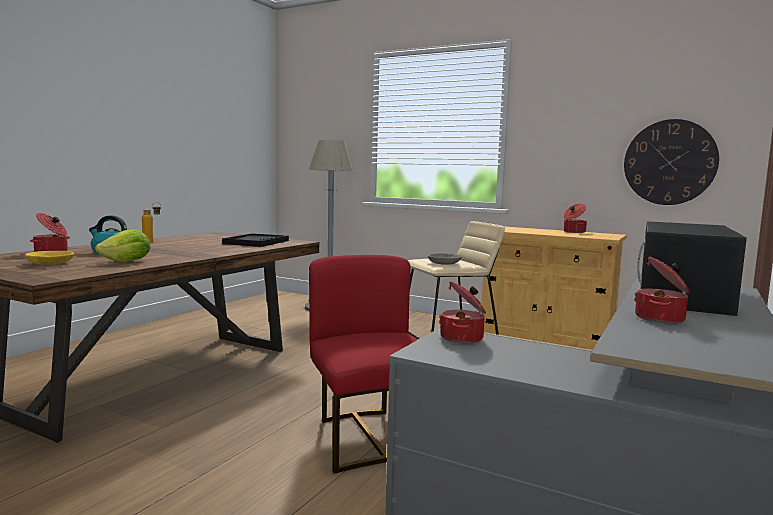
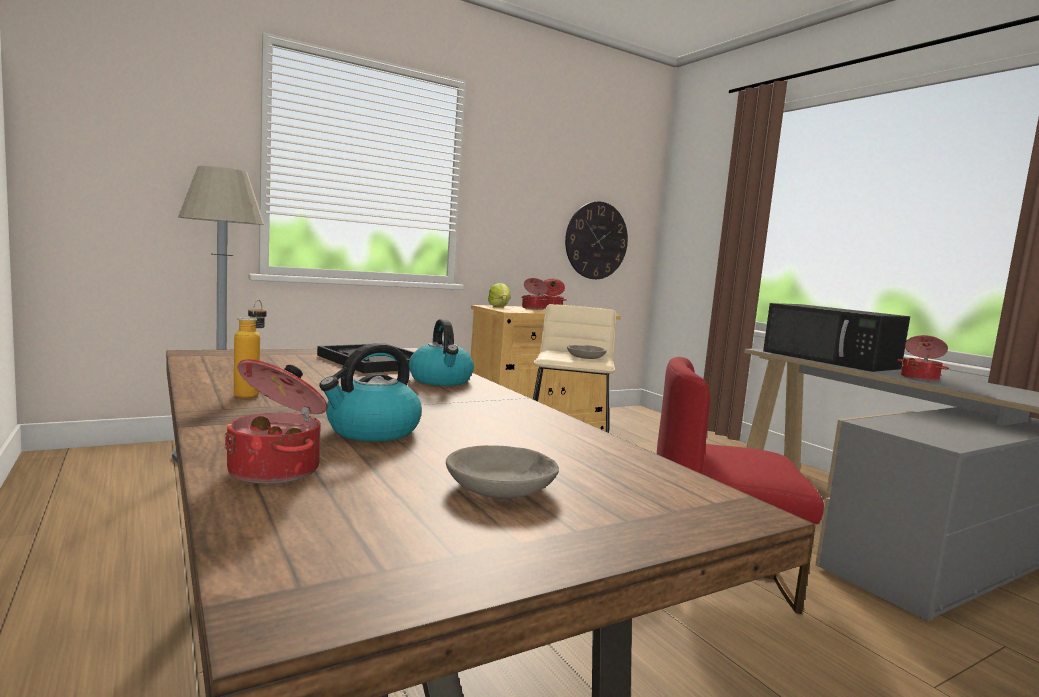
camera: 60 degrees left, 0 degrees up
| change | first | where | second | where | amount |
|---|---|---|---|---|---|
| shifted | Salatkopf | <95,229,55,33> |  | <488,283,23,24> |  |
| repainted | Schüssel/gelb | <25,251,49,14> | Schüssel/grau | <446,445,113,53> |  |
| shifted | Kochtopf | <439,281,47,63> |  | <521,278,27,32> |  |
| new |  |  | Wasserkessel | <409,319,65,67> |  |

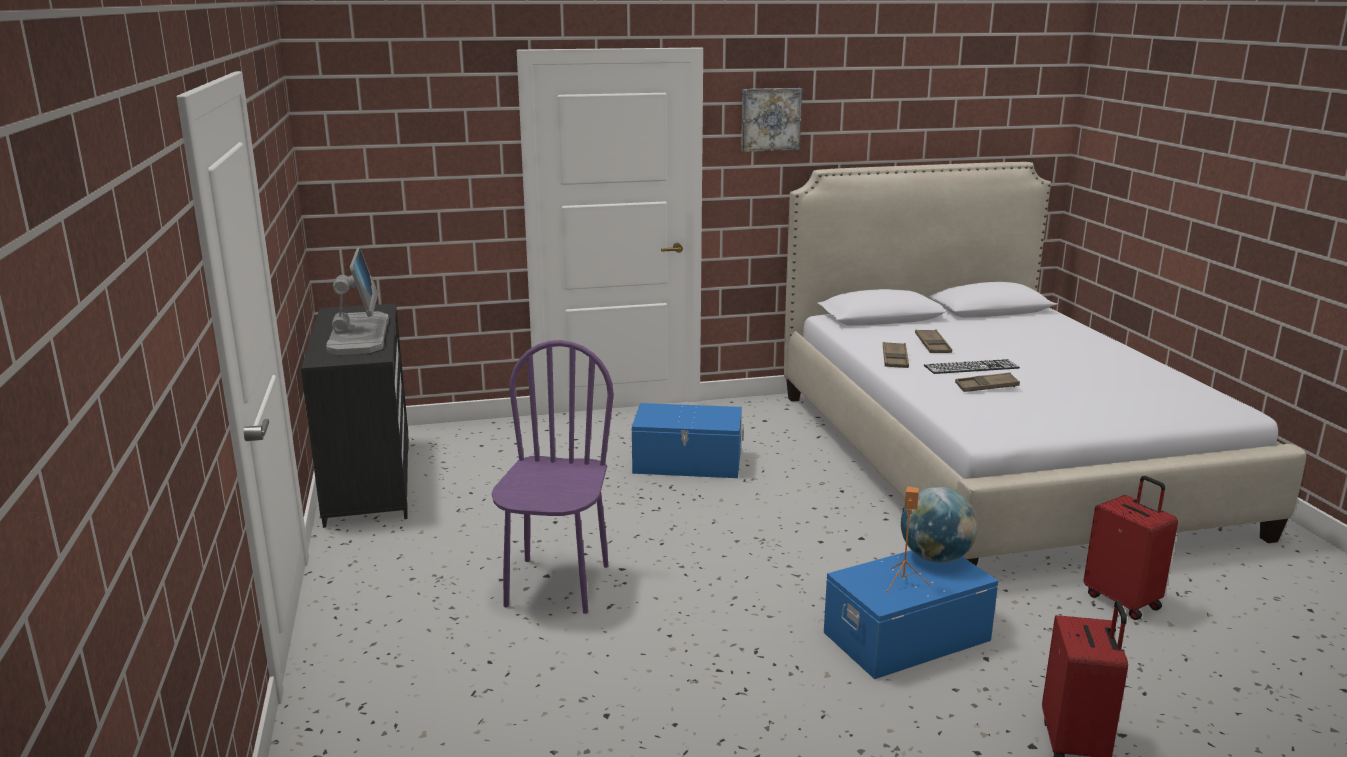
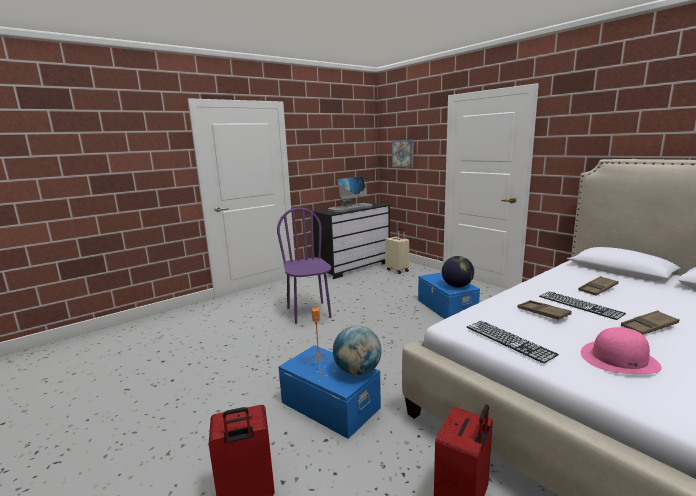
camera: 65 degrees right, 5 degrees down
| change | first | where | second | where | amount |
|---|---|---|---|---|---|
| shifted | Bild | <741,88,61,64> |  | <392,140,21,28> |  |
| rotated | Stuhl/lila | <491,340,123,274> |  | <277,207,55,117> | 90 degrees counterclockwise |
| shifted | Tablett/braun | <883,342,26,26> |  | <621,310,59,25> |  |
| new |  |  | Koffer/beige | <385,228,24,46> |  |
| new |  |  | Globus | <442,256,32,32> |  |
| new |  |  | Tastatur | <466,321,93,42> |  |
| new |  |  | Hut/rosa | <581,327,81,47> |  |

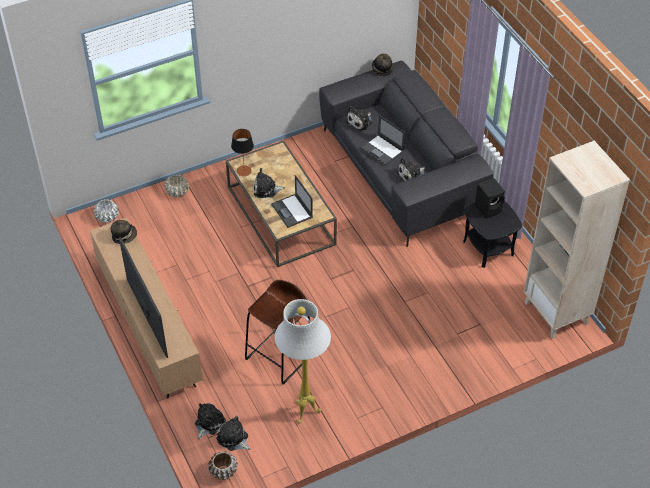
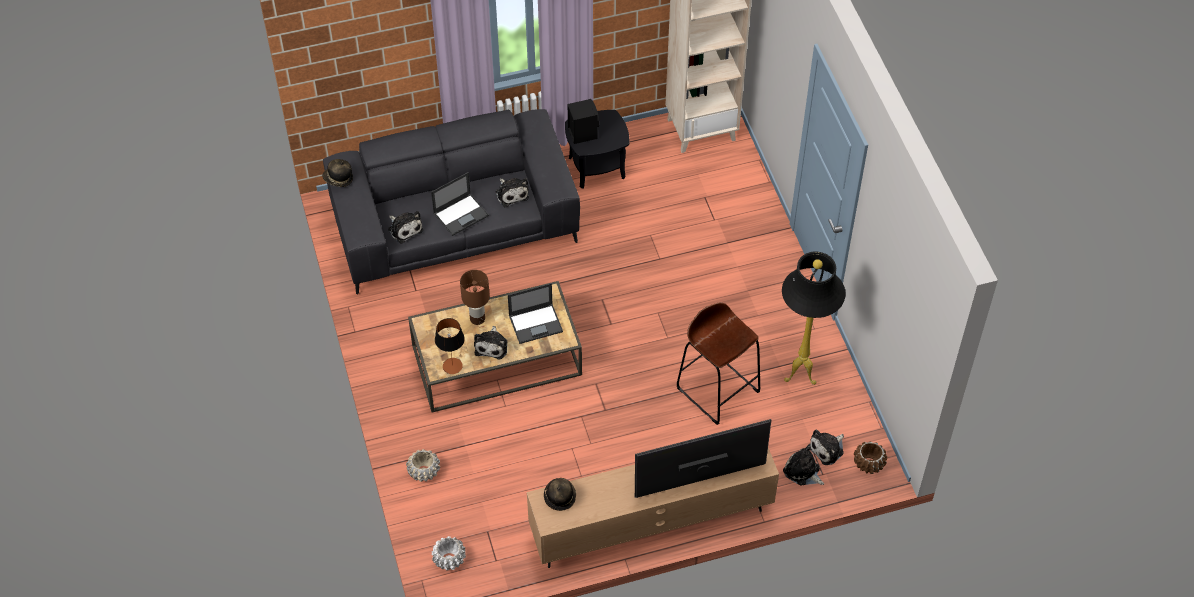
camera: 80 degrees left, 5 degrees up
| change | first | where | second | where | amount |
|---|---|---|---|---|---|
| repainted | Stehlampe/weiß | <275,299,56,125> | Stehlampe/schwarz | <782,252,64,133> |  |
| new |  |  | Tischlampe/braun | <460,270,30,55> |  |

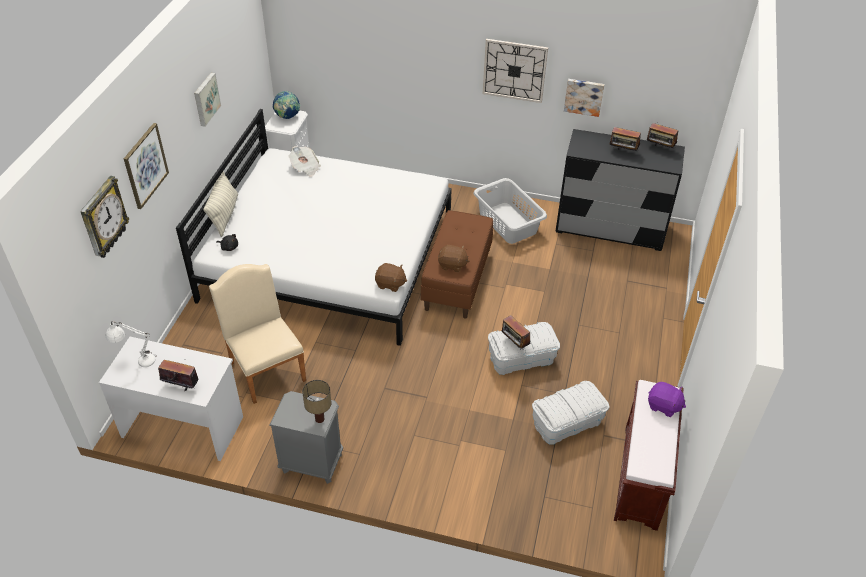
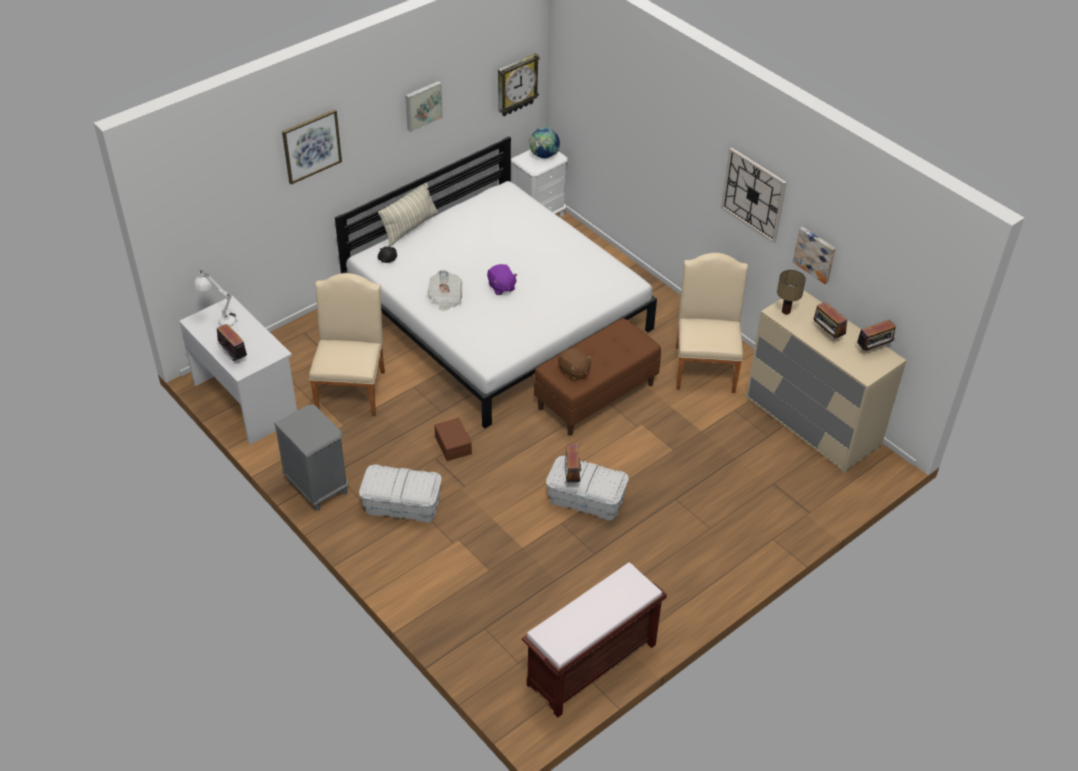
camera: 35 degrees right, 0 degrees up
| change | first | where | second | where | amount |
|---|---|---|---|---|---|
| rotated | Radio | <647,123,31,25> |  | <857,319,39,32> | 90 degrees counterclockwise |
| repainted | Kommode/schwarz | <556,129,129,122> | Kommode/beige | <746,291,161,182> |  |
| shifted | Zeitung | <289,146,32,31> |  | <428,270,35,41> |  |
| shifted | Wanduhr | <80,176,49,82> |  | <498,53,42,63> |  |
| swapped | Wäschekorb/grau | <474,178,73,66> | Stuhl/beige | <676,253,72,140> |  |
| gone | Plüschtier/braun | <375,263,32,29> |  |  |  |
| shifted | Tischlampe | <302,380,30,43> |  | <777,270,29,45> |  |
| shifted | Aufbewahrungsbox/weiß | <532,381,78,64> |  | <359,465,83,58> |  |
| shifted | Plüschtier/lila | <648,382,38,35> |  | <487,264,31,31> |  |
| new |  |  | Aufbewahrungsbox/braun | <434,418,38,43> |  |

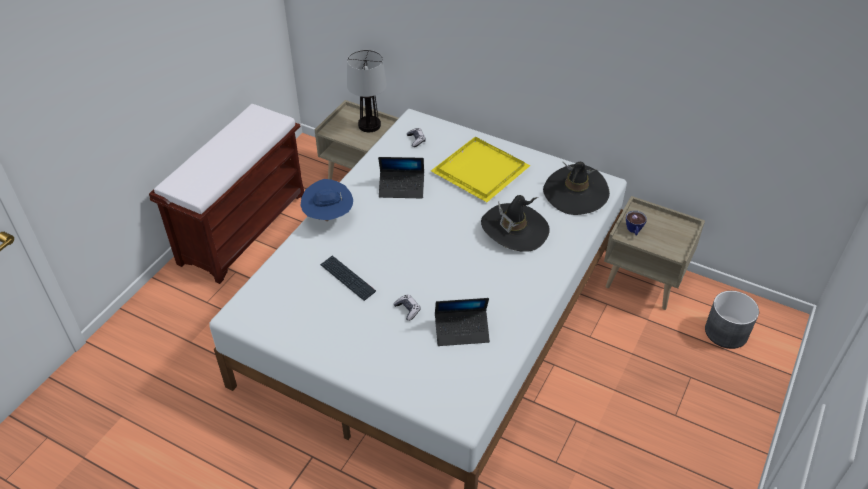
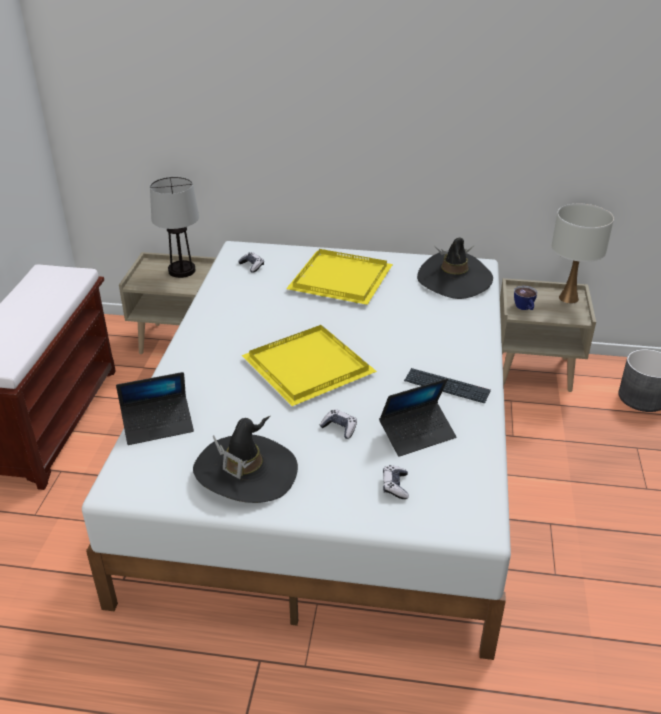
camera: 20 degrees left, 10 degrees down
| change | first | where | second | where | amount |
|---|---|---|---|---|---|
| shifted | Laptop | <378,157,46,41> |  | <116,372,78,73> |  |
| gone | Hut/blau | <300,179,53,42> |  |  |  |
| shifted | Hut/schwarz | <481,195,69,57> |  | <193,416,105,87> |  |
| shifted | Tastatur | <320,255,56,46> |  | <404,368,87,36> |  |
| new |  |  | Tischlampe/weiß | <552,204,62,99> |  |
| new |  |  | Tablett/gelb | <242,325,135,81> |  |
| new |  |  | Gamepad | <383,465,26,34> |  |

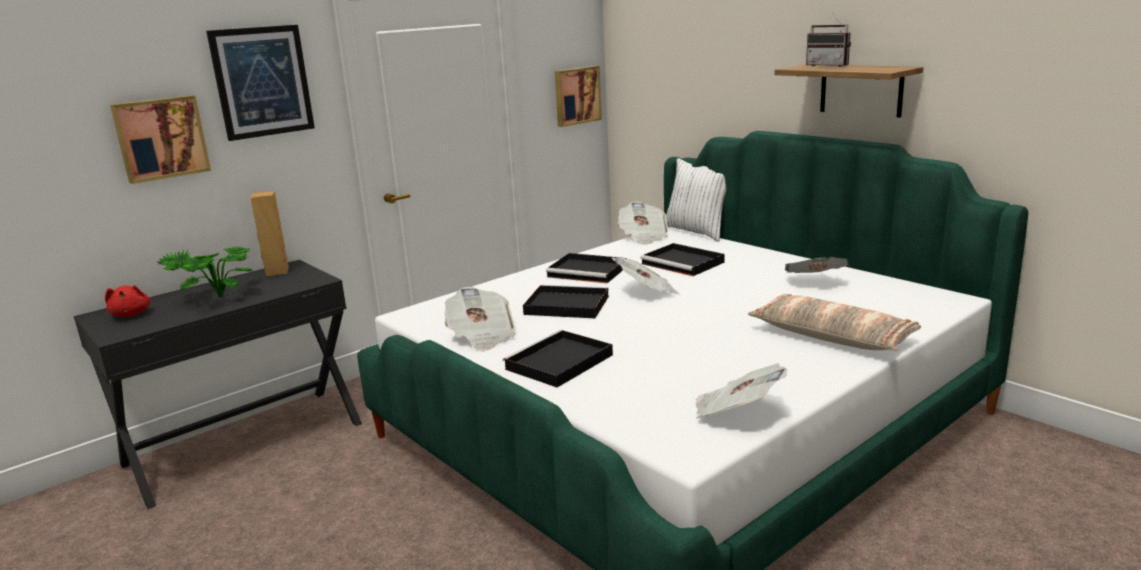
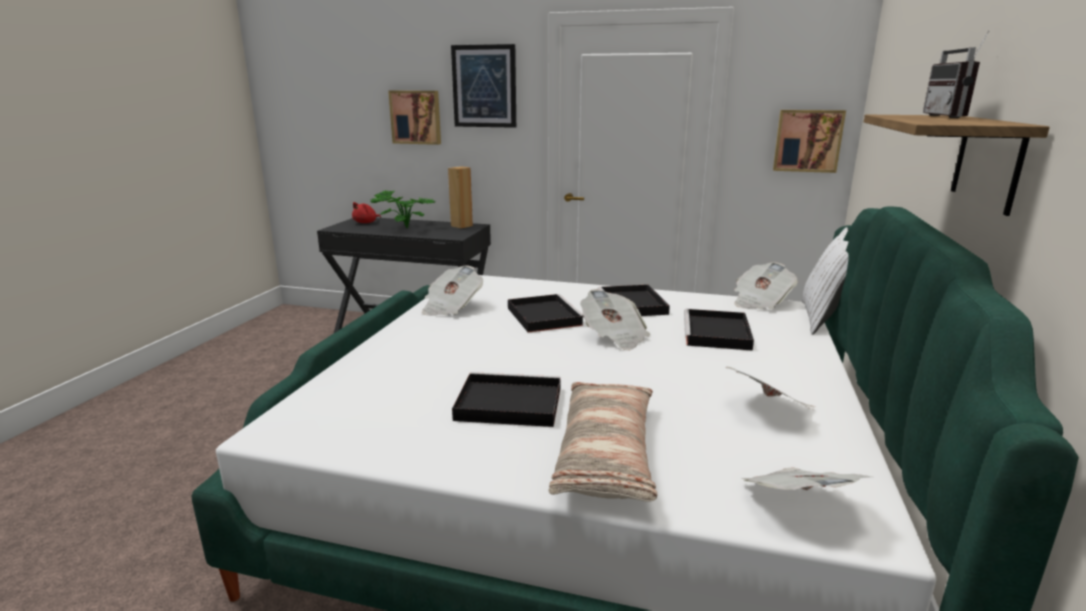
camera: 55 degrees right, 0 degrees up
| change | first | where | second | where | amount |
|---|---|---|---|---|---|
| shifted | Tablett/schwarz | <503,330,110,57> |  | <452,372,109,55> |  |
| shifted | Zeitung | <696,363,91,56> |  | <740,468,131,22> |  |

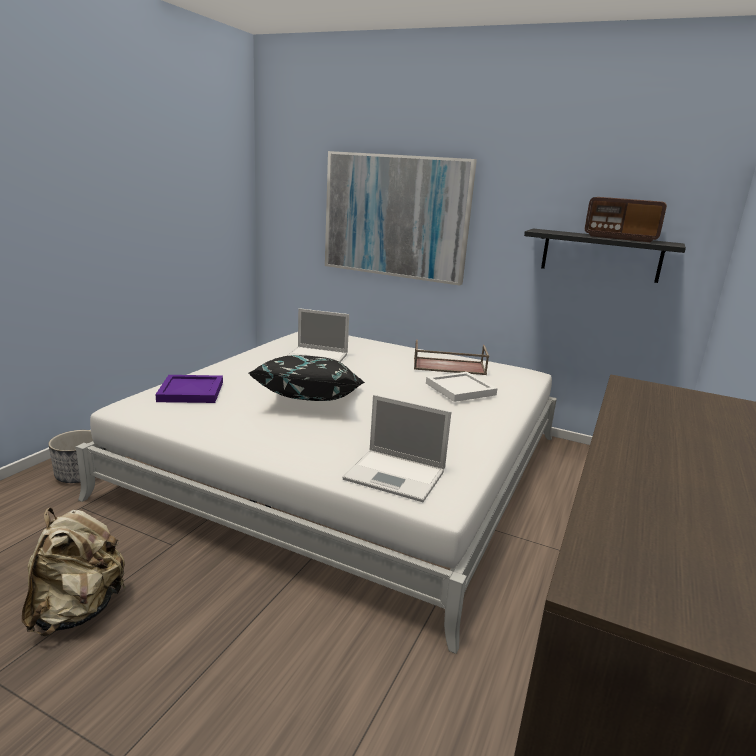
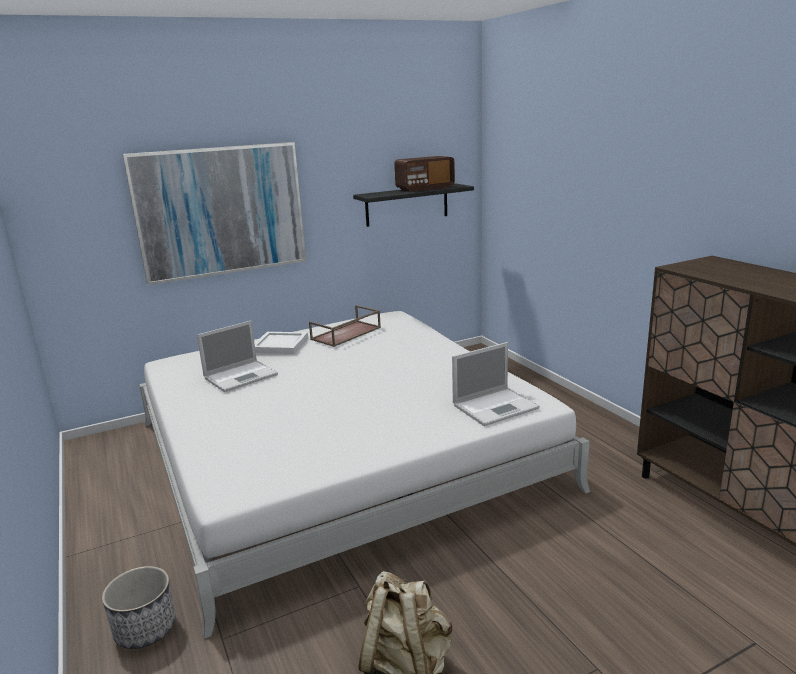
camera: 50 degrees left, 0 degrees up
| change | first | where | second | where | amount |
|---|---|---|---|---|---|
| gone | Kissen/schwarz | <249,355,116,46> |  |  |  |
| shifted | Tablett/weiß | <426,372,72,30> |  | <255,332,53,22> |  |
| gone | Tablett/lila | <155,375,68,28> |  |  |  |

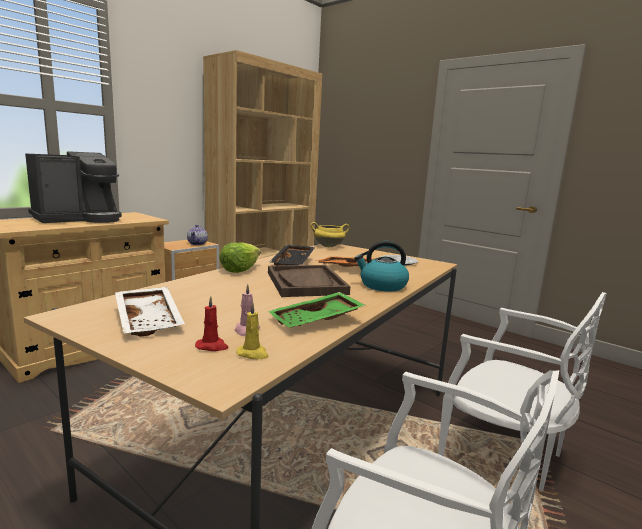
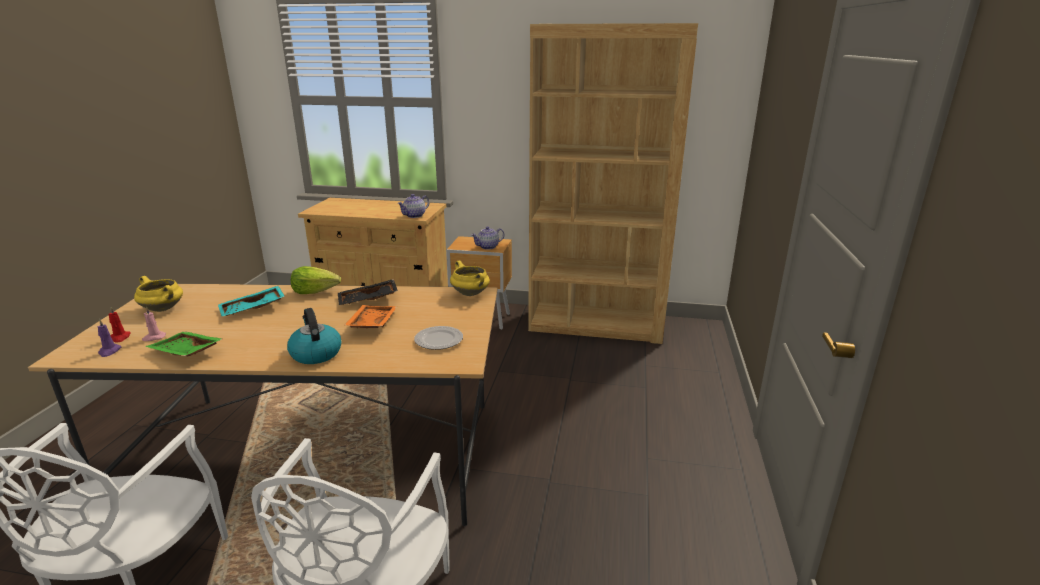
camera: 60 degrees right, 10 degrees up
| change | first | where | second | where | amount |
|---|---|---|---|---|---|
| gone | Kaffeemaschine | <25,151,97,72> |  |  |  |
| gone | Tablett/braun | <268,265,82,32> |  |  |  |
| swapped | Tablett/weiß | <115,287,70,50> | Kochtopf/gelb | <134,276,49,36> |  |
| repainted | Kerze/gelb | <236,302,33,57> | Kerze/lila | <97,319,25,38> |  |
| new |  |  | Teekanne | <397,194,32,24> |  |
| new |  |  | Tablett/türkis | <218,286,67,30> |  |

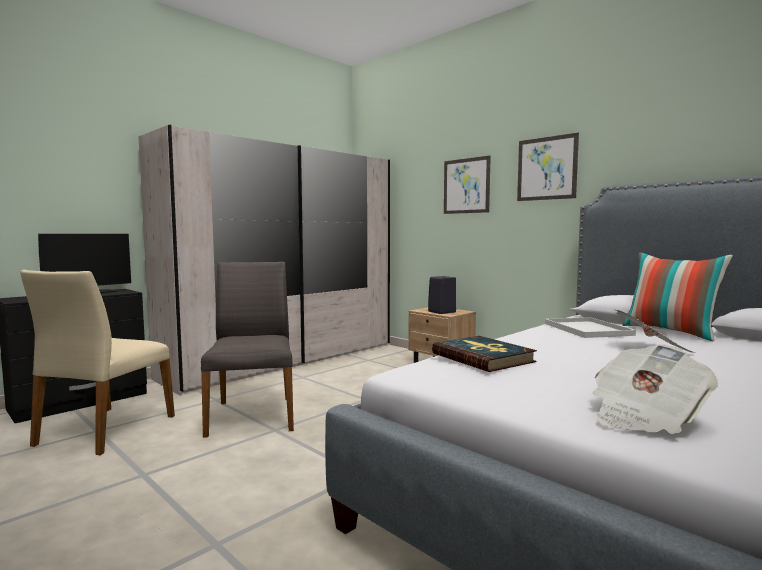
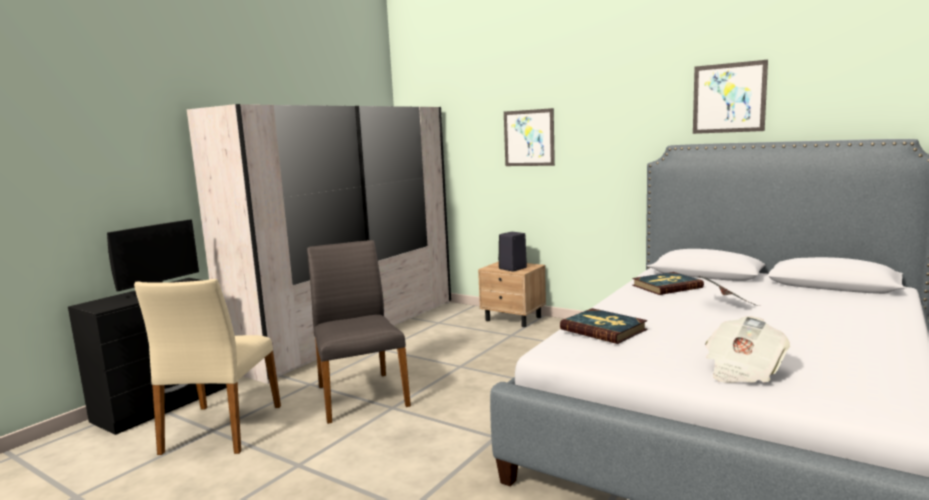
camera: 10 degrees left, 5 degrees up
| change | first | where | second | where | amount |
|---|---|---|---|---|---|
| shifted | Bild | <517,133,62,68> |  | <693,60,75,74> |  |
| gone | Kissen | <623,252,110,89> |  |  |  |
| swapped | Tablett/weiß | <545,317,91,21> | Buch | <632,272,72,23> |  |

